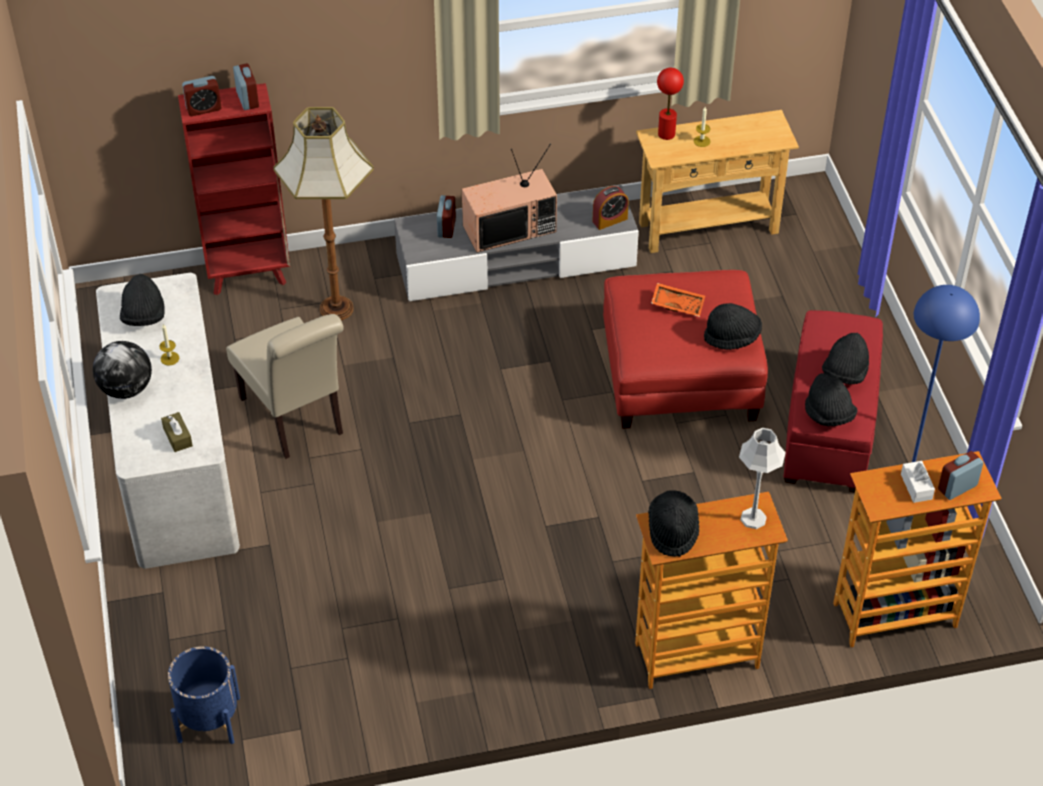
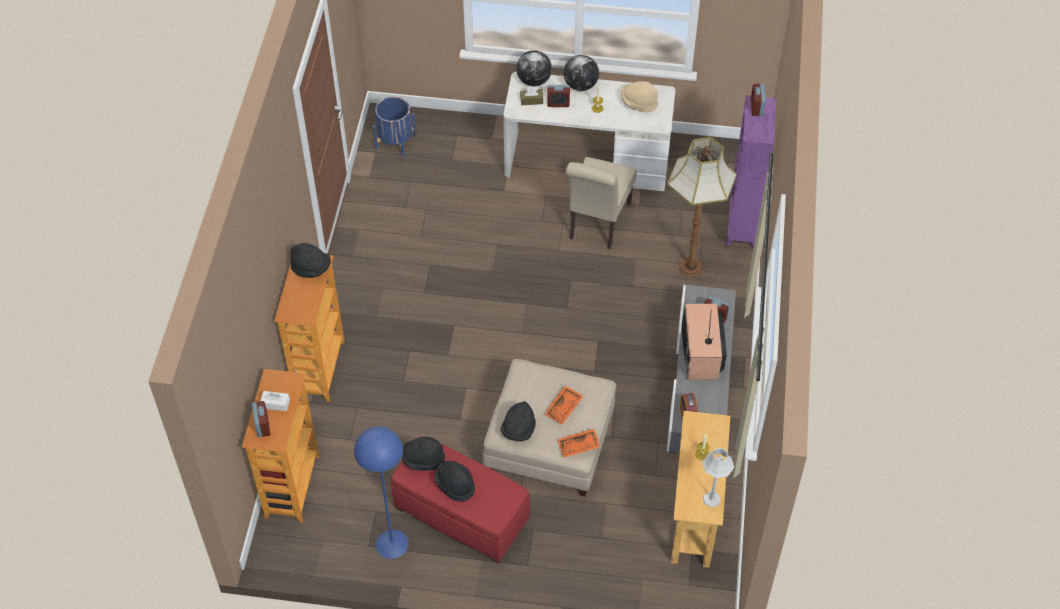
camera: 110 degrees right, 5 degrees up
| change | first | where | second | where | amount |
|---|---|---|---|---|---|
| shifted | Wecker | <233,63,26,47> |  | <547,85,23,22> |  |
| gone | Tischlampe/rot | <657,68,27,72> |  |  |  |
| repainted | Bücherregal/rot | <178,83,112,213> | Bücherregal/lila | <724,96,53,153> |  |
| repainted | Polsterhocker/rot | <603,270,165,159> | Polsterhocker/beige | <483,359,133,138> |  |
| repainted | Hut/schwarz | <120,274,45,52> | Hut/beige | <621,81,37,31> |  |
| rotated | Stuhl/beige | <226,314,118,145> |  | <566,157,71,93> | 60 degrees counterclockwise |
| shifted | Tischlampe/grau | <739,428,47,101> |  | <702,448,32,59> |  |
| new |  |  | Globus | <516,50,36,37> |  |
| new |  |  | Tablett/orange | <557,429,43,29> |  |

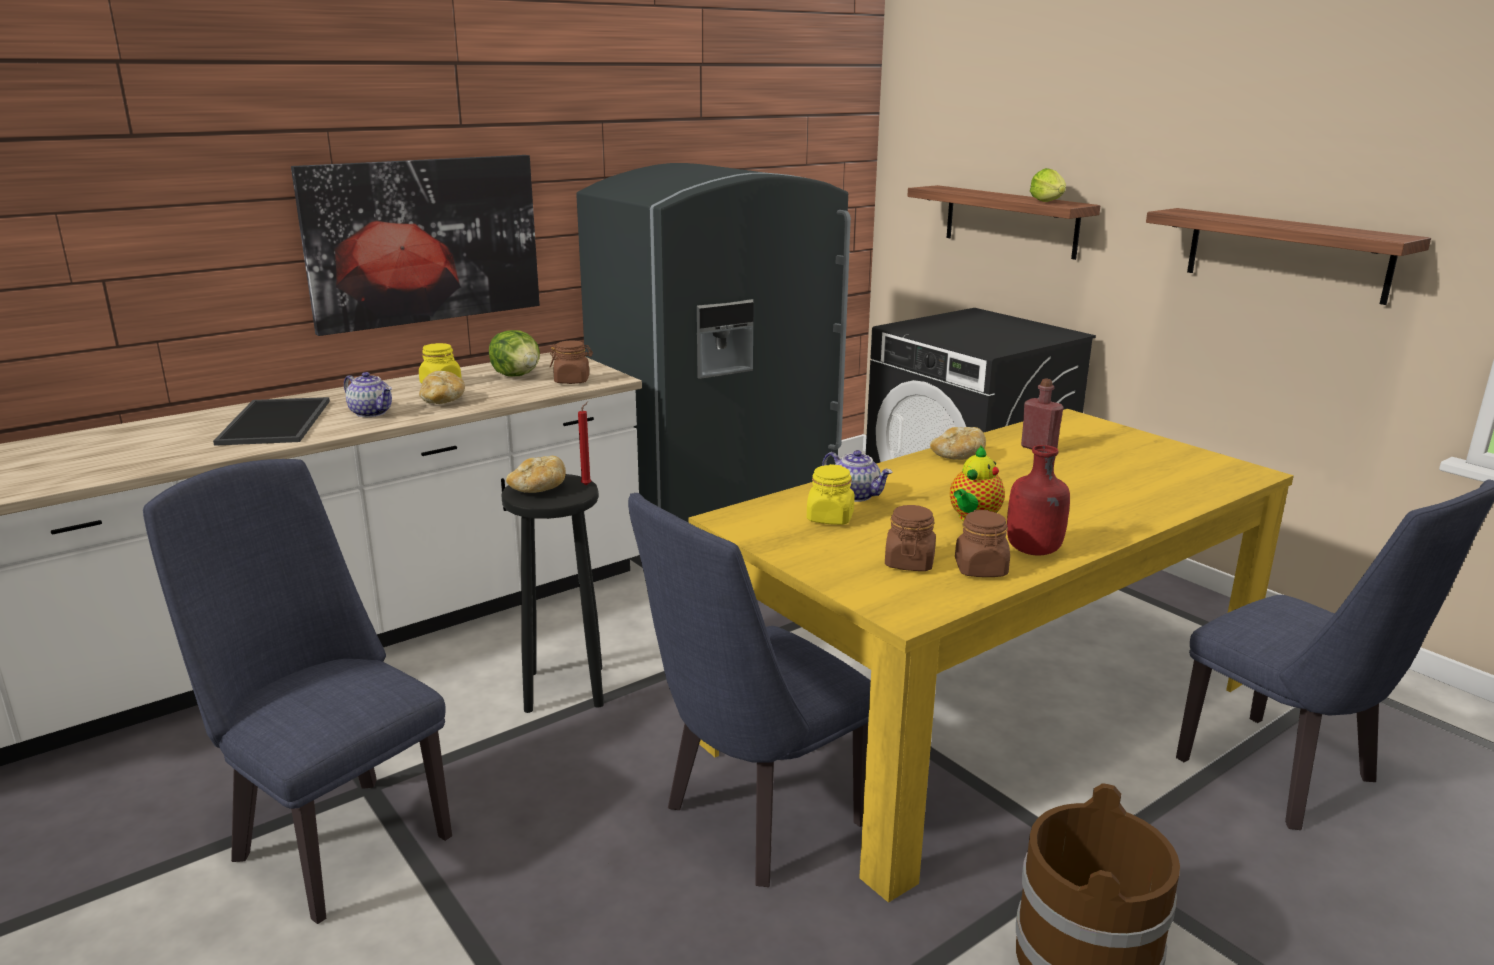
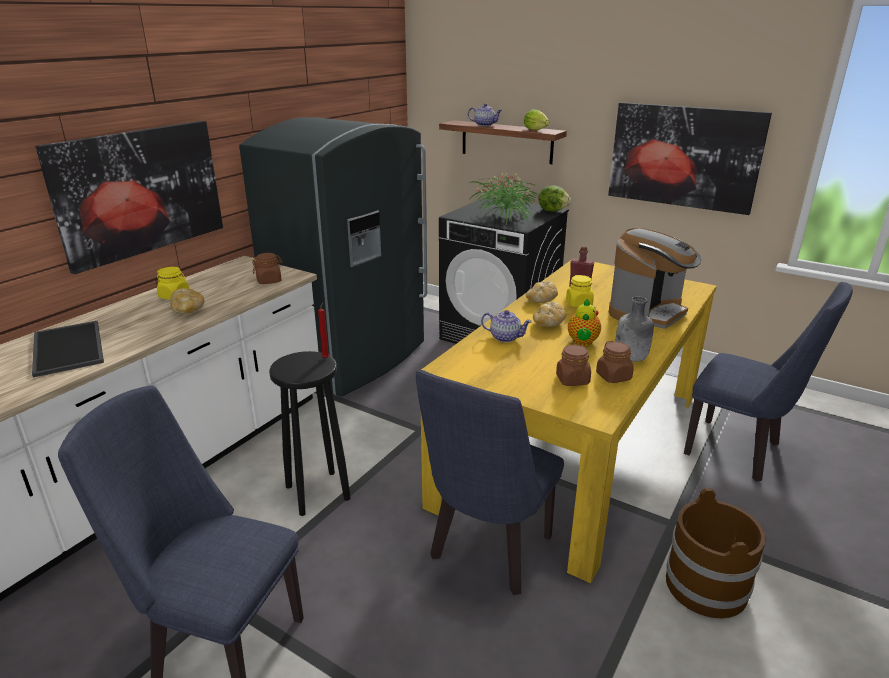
camera: 20 degrees left, 5 degrees up
| change | first | where | second | where | amount |
|---|---|---|---|---|---|
| swapped | Wandregal | <1146,208,285,97> | Bild | <608,102,164,113> |  |
| shifted | Salatkopf | <489,330,51,47> |  | <538,185,33,27> |  |
| shifted | Teekanne | <344,372,48,45> |  | <468,104,34,22> |  |
| repainted | Flasche/rot | <1007,445,63,110> | Flasche/grau | <616,296,38,66> |  |
| shifted | Brot | <506,456,60,37> |  | <533,301,33,26> |  |
| shifted | Vorratsglas/gelb | <807,464,48,61> |  | <566,275,28,32> |  |
| new |  |  | Topfpflanze | <468,173,72,52> |  |
| new |  |  | Kaffeemaschine | <609,228,92,101> |  |

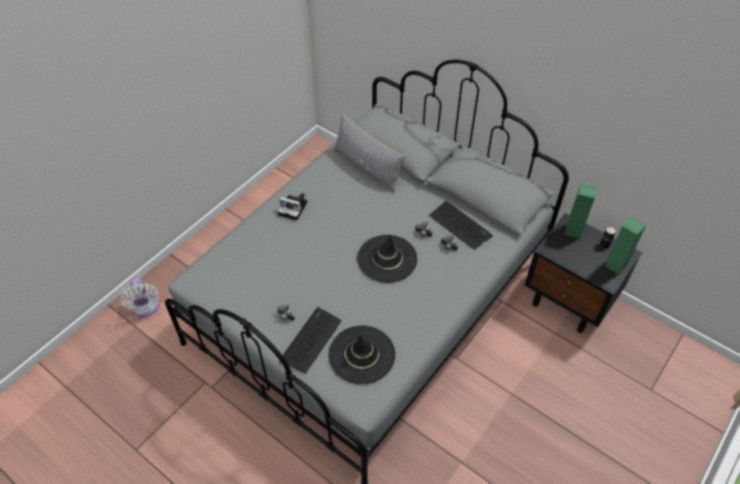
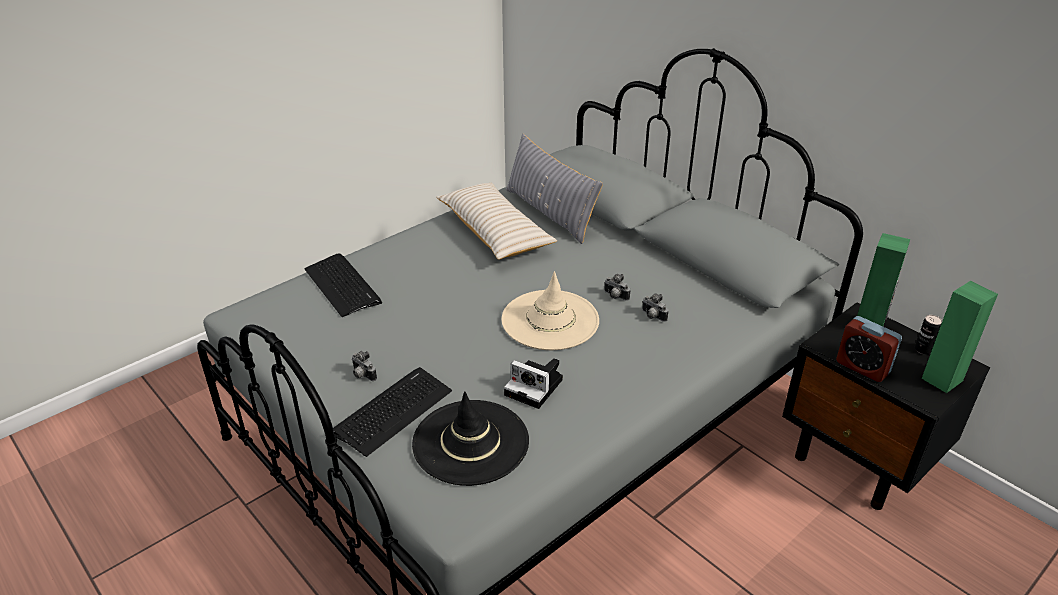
camera: 10 degrees right, 15 degrees down
| change | first | where | second | where | amount |
|---|---|---|---|---|---|
| shifted | Kamera | <277,193,30,27> |  | <504,358,59,51> |  |
| shifted | Tastatur | <429,201,64,49> |  | <304,254,78,63> |  |
| repainted | Hut/schwarz | <357,235,60,48> | Hut/beige | <501,271,98,79> |  |
| gone | Ventilator/weiß | <120,277,39,40> |  |  |  |
| new |  |  | Kissen/beige | <436,183,121,77> |  |
| new |  |  | Wecker | <836,316,66,66> |  |

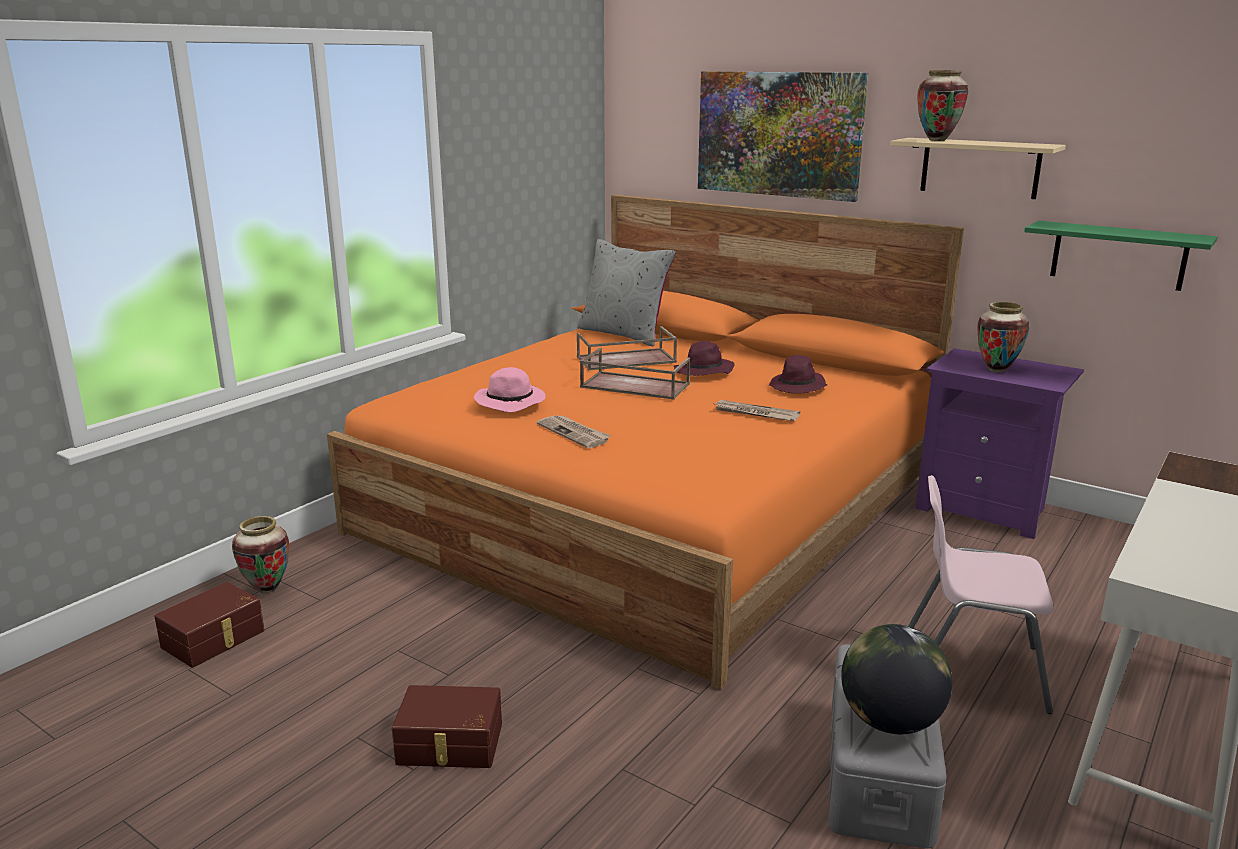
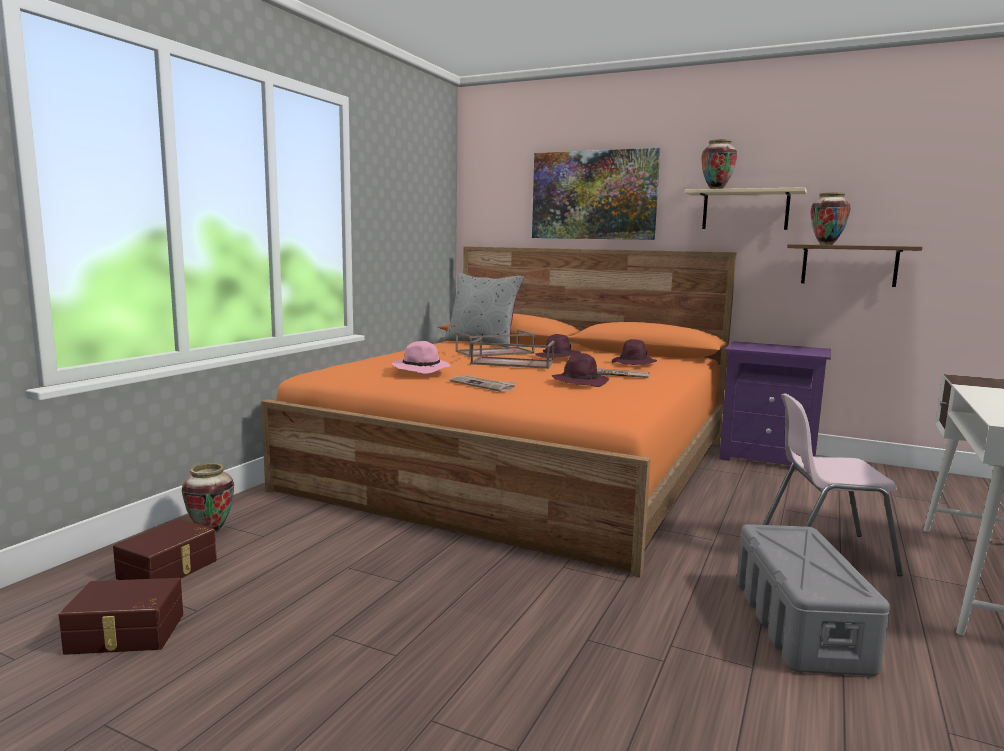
camera: 10 degrees left, 10 degrees down
| change | first | where | second | where | amount |
|---|---|---|---|---|---|
| repainted | Wandregal/grün | <1024,221,193,70> | Wandregal/braun | <787,244,136,43> |  |
| shifted | Vase | <978,302,51,71> |  | <811,193,40,52> |  |
| gone | Globus | <841,624,111,110> |  |  |  |
| shifted | Aufbewahrungsbox/braun | <392,685,110,83> |  | <59,578,124,77> |  |
| new |  |  | Hut/lila | <552,353,57,34> |  |

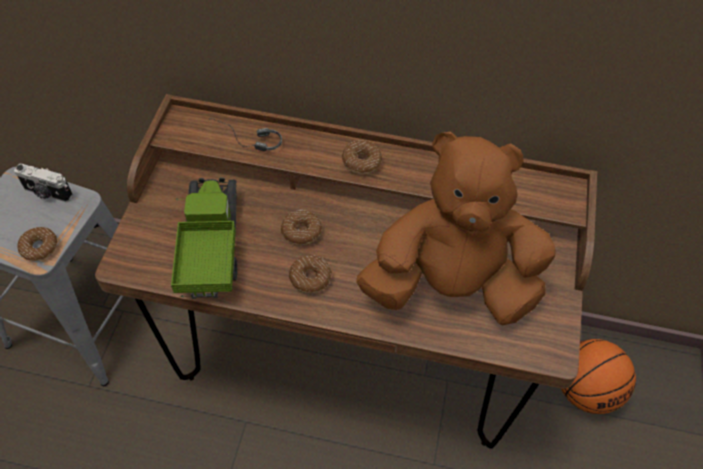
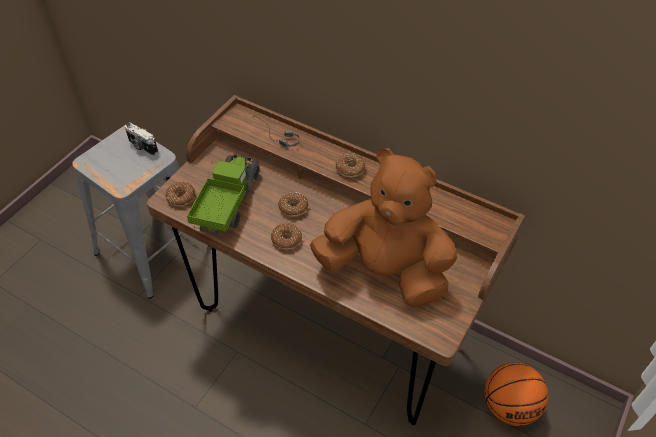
camera: 20 degrees right, 5 degrees down
| change | first | where | second | where | amount |
|---|---|---|---|---|---|
| shifted | Donut | <17,227,40,34> |  | <165,182,30,25> |  |

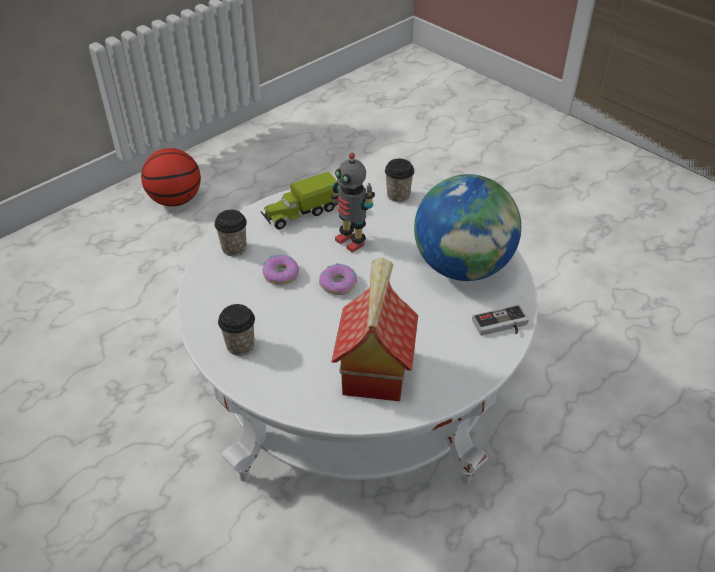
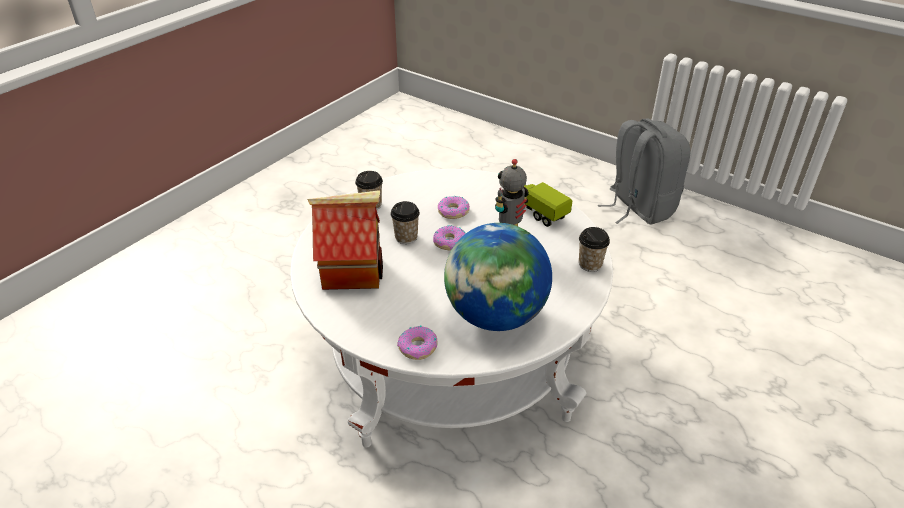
camera: 80 degrees right, 5 degrees down
| change | first | where | second | where | amount |
|---|---|---|---|---|---|
| swapped | Basketball | <141,148,60,59> | Rucksack/grau | <598,119,92,105> |  |
| shifted | Tasse | <214,210,33,46> |  | <391,201,29,43> |  |
| swapped | Gamepad | <472,305,57,31> | Donut | <397,325,41,35> |  |

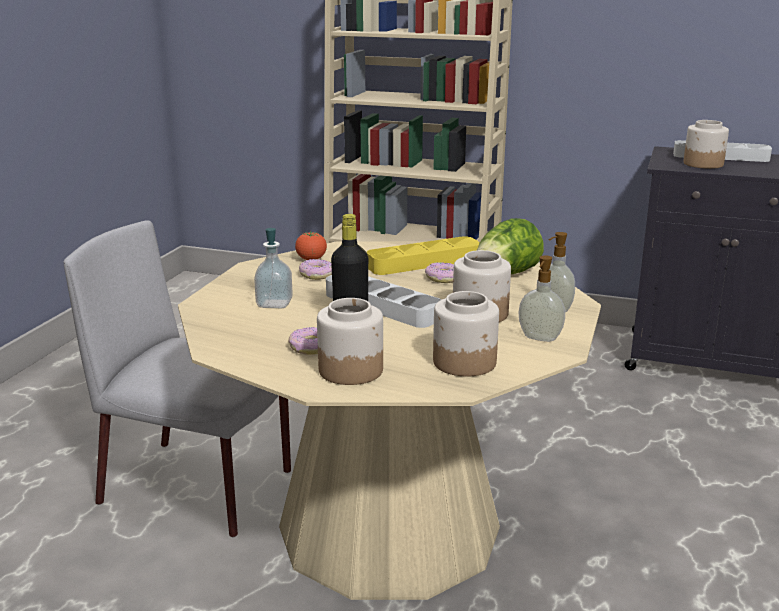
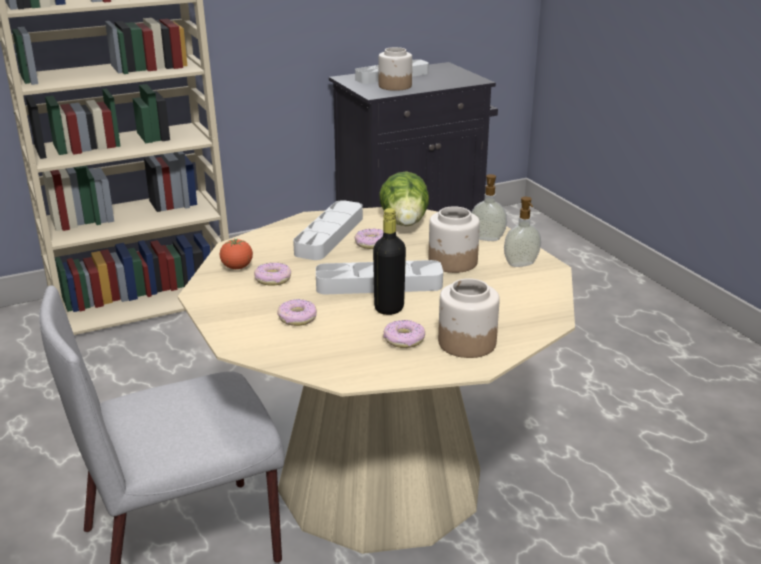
camera: 45 degrees left, 5 degrees up
| change | first | where | second | where | amount |
|---|---|---|---|---|---|
| swapped | Seifenspender | <254,228,39,80> | Donut | <277,299,40,27> |  |
| repainted | Tablett/gelb | <367,236,113,39> | Tablett/grau | <293,200,70,60> |  |
| gone | Vorratsglas | <433,291,66,86> |  |  |  |

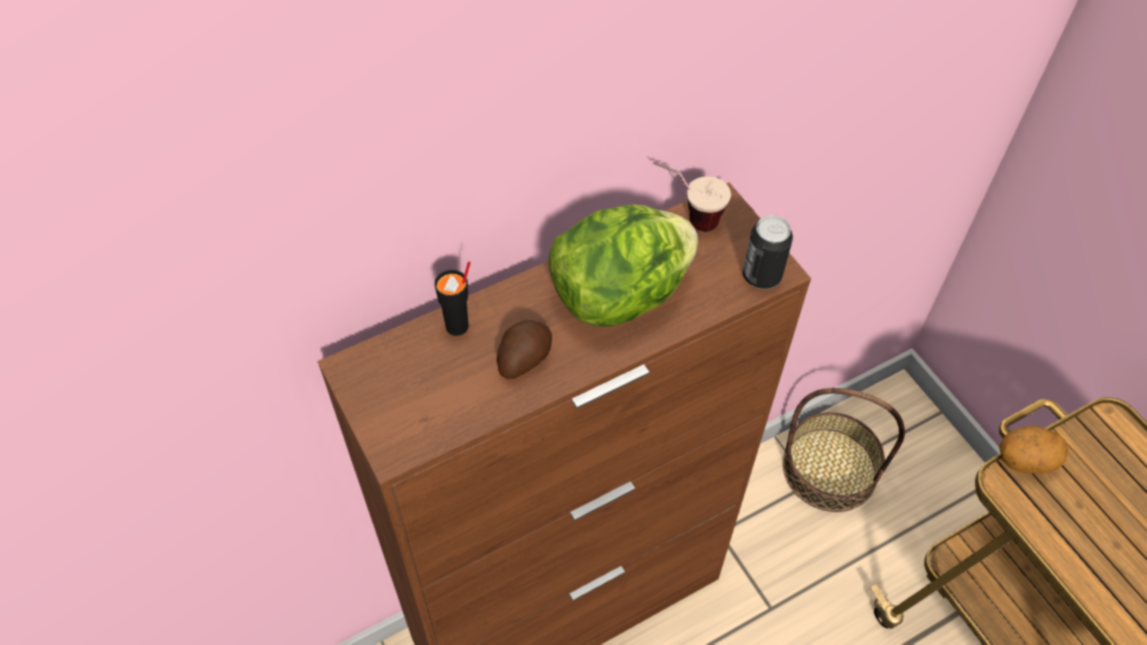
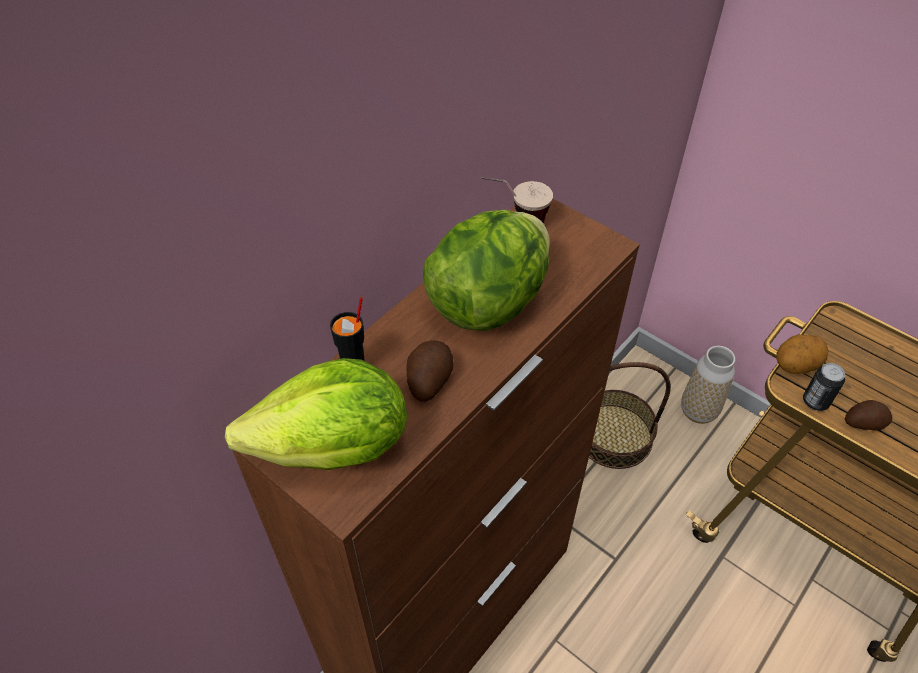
camera: 20 degrees left, 5 degrees down
| change | first | where | second | where | amount |
|---|---|---|---|---|---|
| shifted | Dose | <743,215,50,74> |  | <803,363,42,48> |  |
| new |  |  | Vase | <681,346,54,78> |  |
| new |  |  | Salatkopf | <225,358,182,112> |  |
| new |  |  | Kartoffel | <845,400,48,31> |  |

